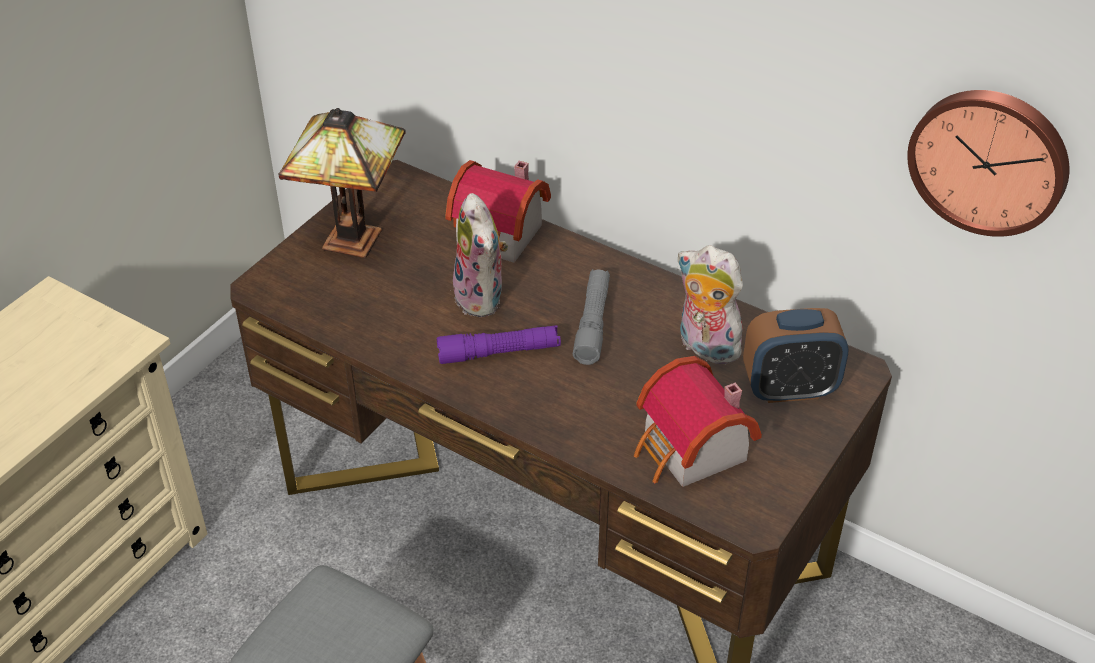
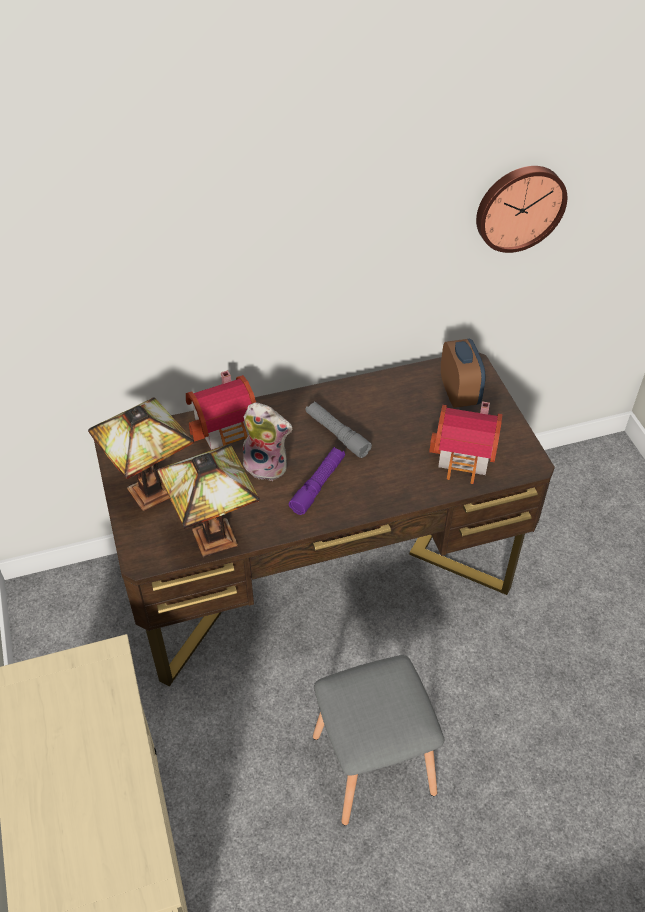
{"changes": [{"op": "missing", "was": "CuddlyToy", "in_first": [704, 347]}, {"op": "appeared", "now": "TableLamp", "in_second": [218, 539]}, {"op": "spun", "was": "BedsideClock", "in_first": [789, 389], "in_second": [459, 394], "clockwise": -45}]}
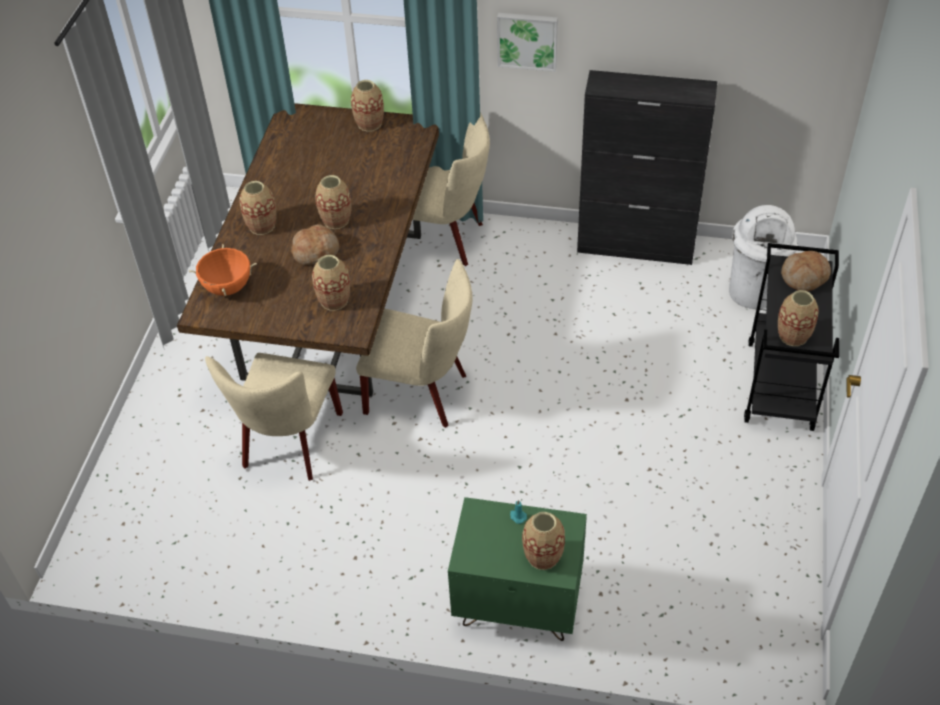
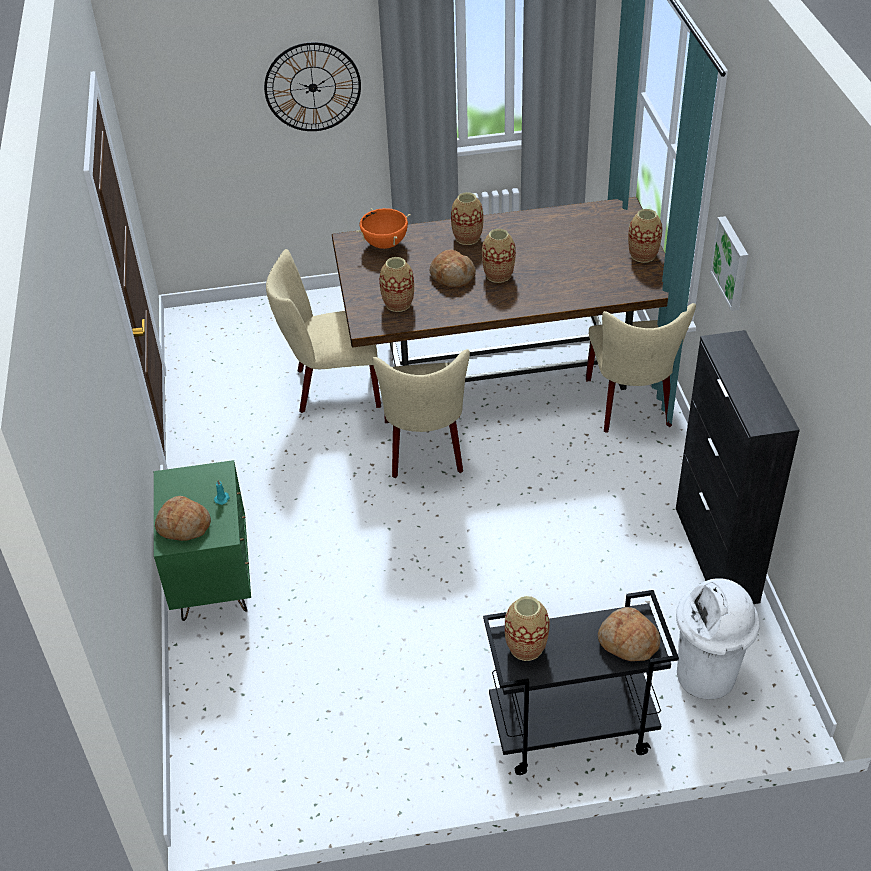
{"changes": [{"op": "appeared", "now": "ClockOnTheWall", "in_second": [312, 87]}, {"op": "exchanged", "was": "FlowerVase", "now": "Bread", "in_first": [543, 556], "in_second": [183, 526]}]}
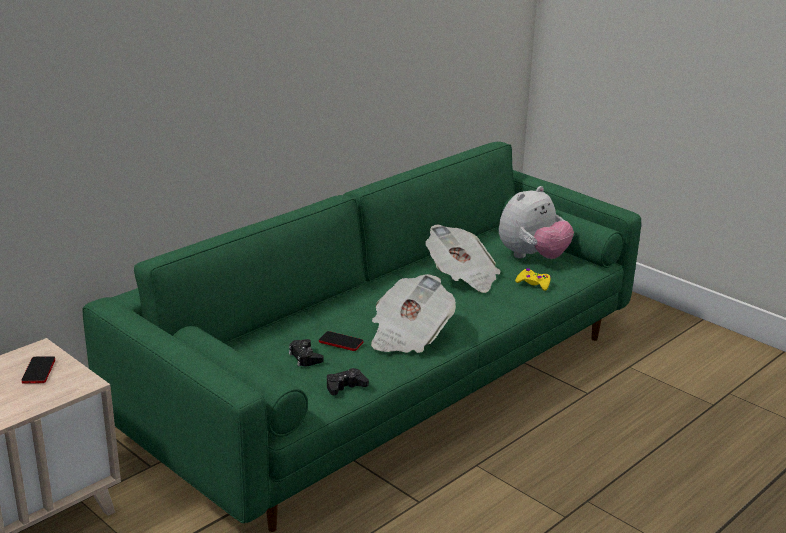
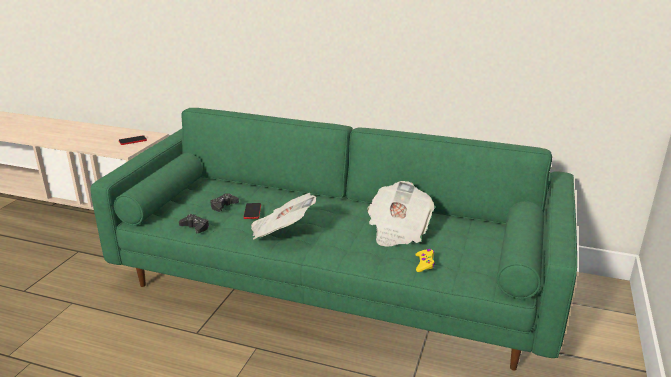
{"changes": [{"op": "missing", "was": "CuddlyToy", "in_first": [532, 257]}]}
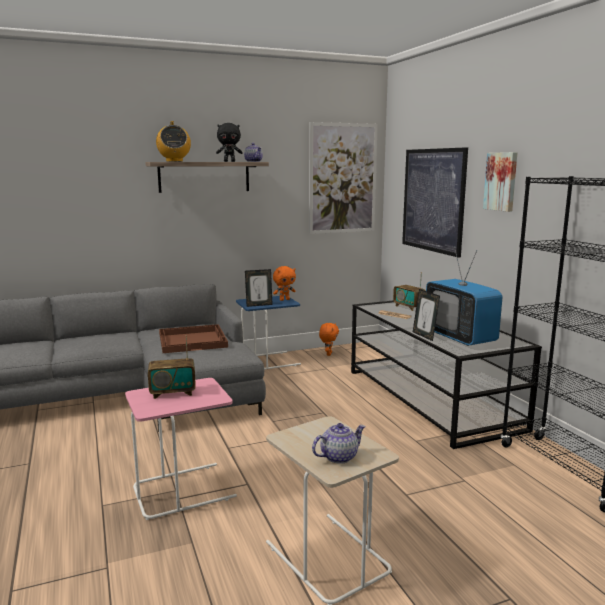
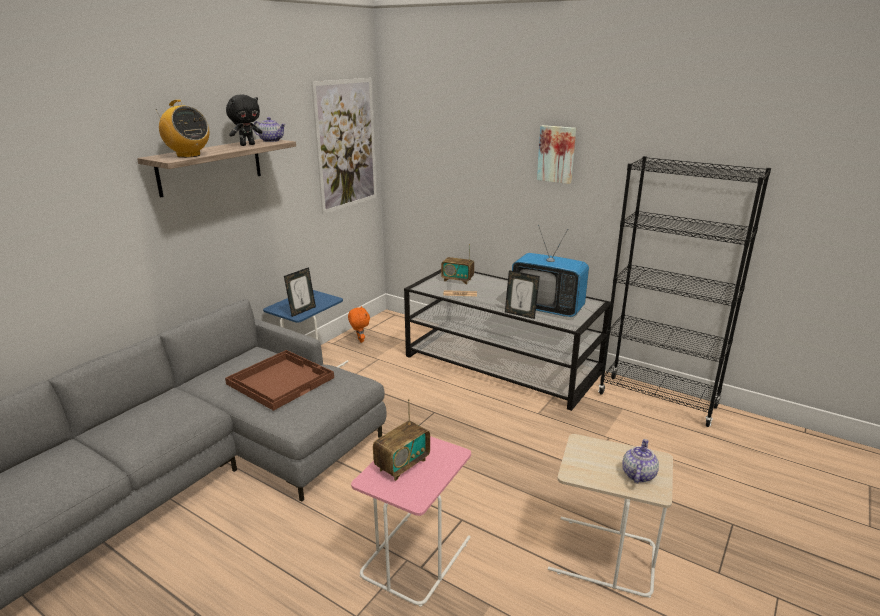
{"changes": [{"op": "missing", "was": "OrangeColouredCuddlyToy", "in_first": [284, 299]}, {"op": "missing", "was": "WallArt", "in_first": [433, 200]}]}
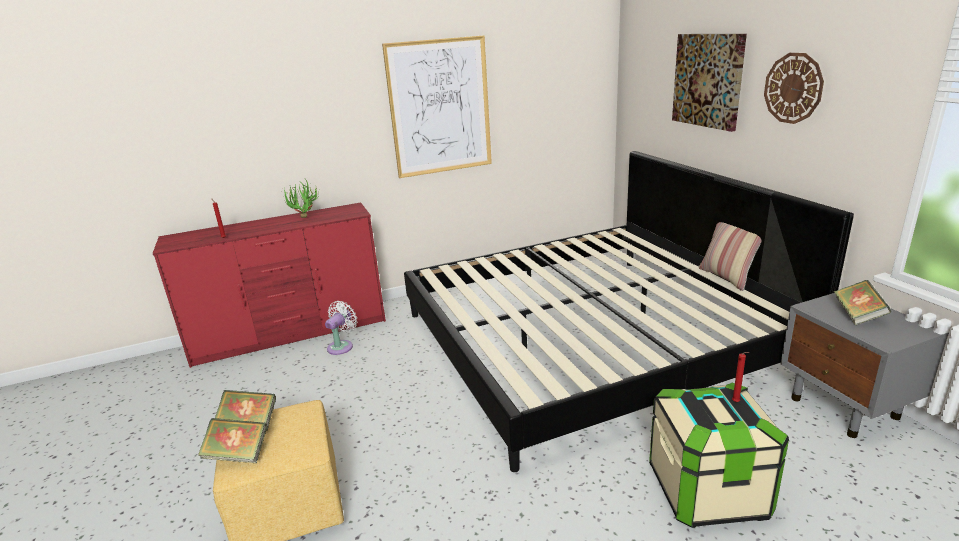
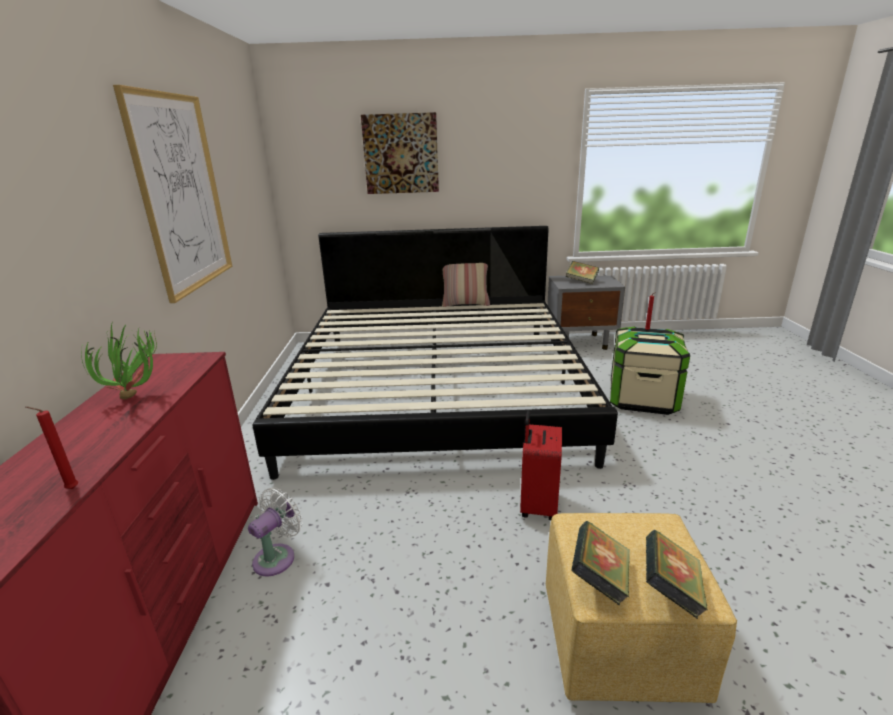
{"changes": [{"op": "missing", "was": "ClockOnTheWall", "in_first": [793, 88]}, {"op": "appeared", "now": "RedColouredPieceOfLuggage", "in_second": [537, 505]}, {"op": "spun", "was": "WhiteColouredFan", "in_first": [342, 346], "in_second": [278, 557], "clockwise": 75}]}
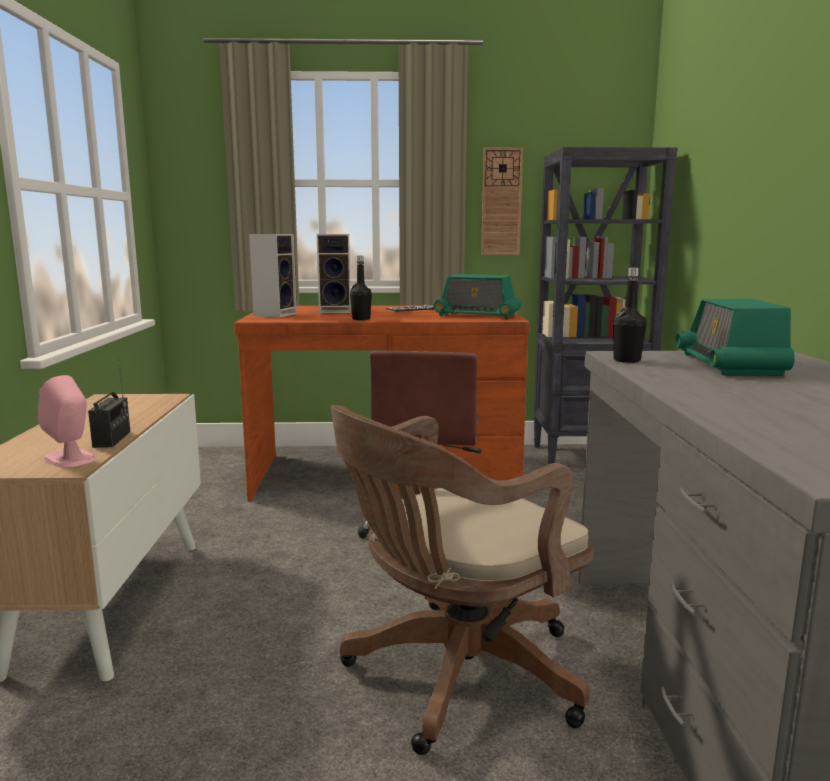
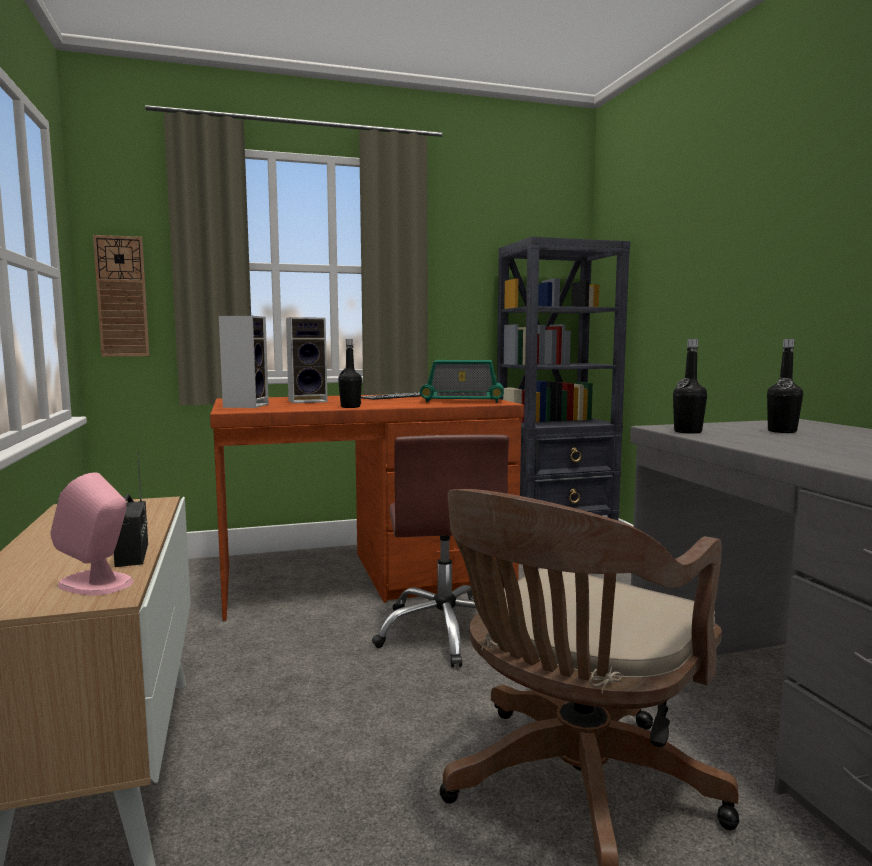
{"changes": [{"op": "relocated", "was": "ClockOnTheWall", "in_first": [501, 202], "in_second": [122, 297]}, {"op": "exchanged", "was": "RadioReceiver", "now": "BlackColouredDrinkBottle", "in_first": [729, 364], "in_second": [782, 431]}]}
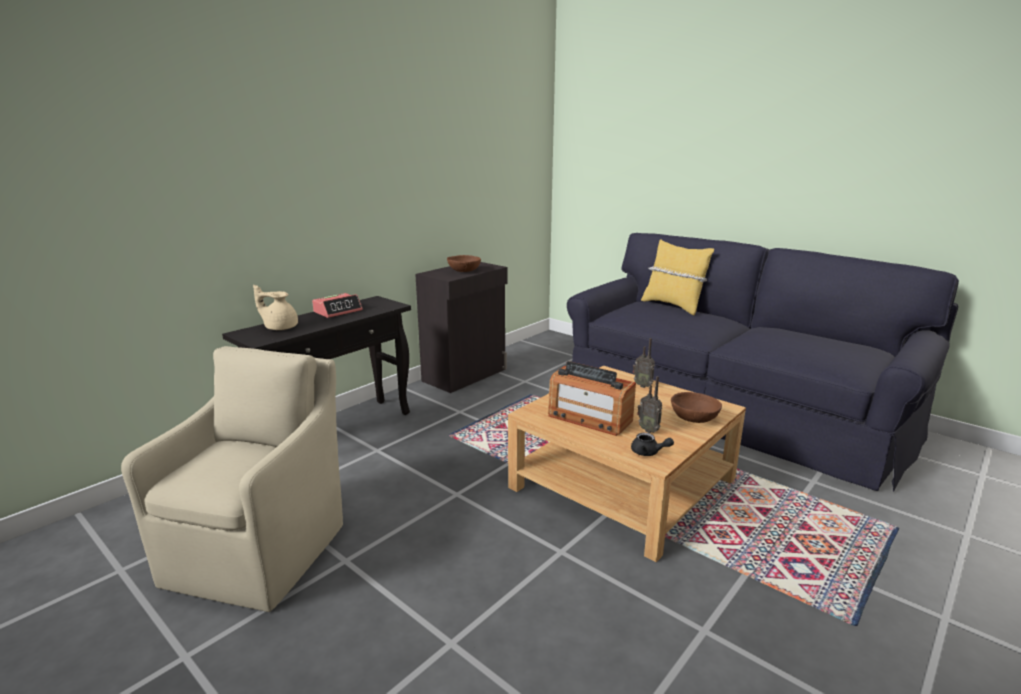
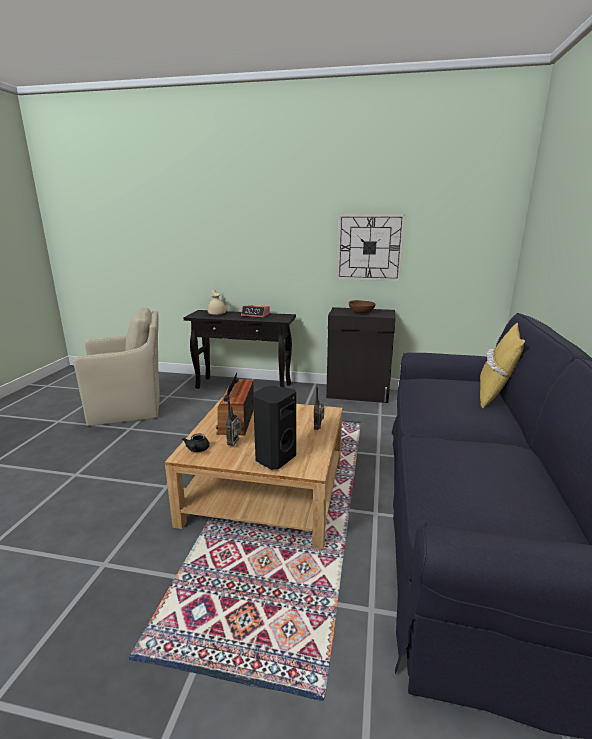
{"changes": [{"op": "appeared", "now": "ClockOnTheWall", "in_second": [369, 247]}, {"op": "exchanged", "was": "BrownServingBowl", "now": "BlackColouredLoudspeaker", "in_first": [693, 418], "in_second": [274, 458]}]}
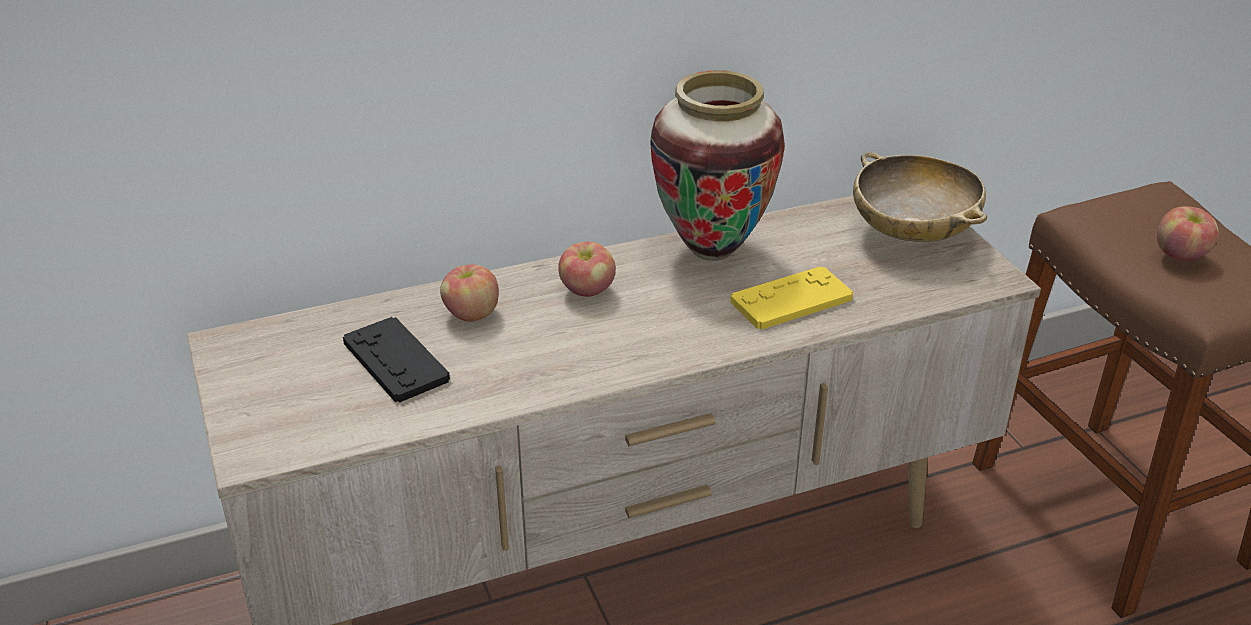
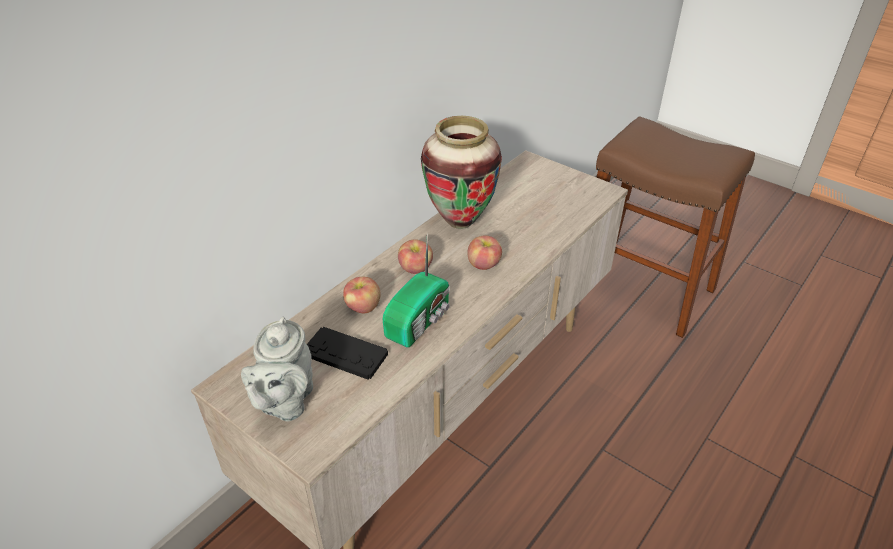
{"changes": [{"op": "missing", "was": "YellowishGamepad", "in_first": [791, 300]}, {"op": "missing", "was": "SandColouredServingBowl", "in_first": [913, 232]}, {"op": "appeared", "now": "GreyTeapot", "in_second": [285, 402]}, {"op": "appeared", "now": "RadioReceiver", "in_second": [420, 320]}, {"op": "relocated", "was": "WholeApple", "in_first": [1180, 255], "in_second": [484, 264]}]}
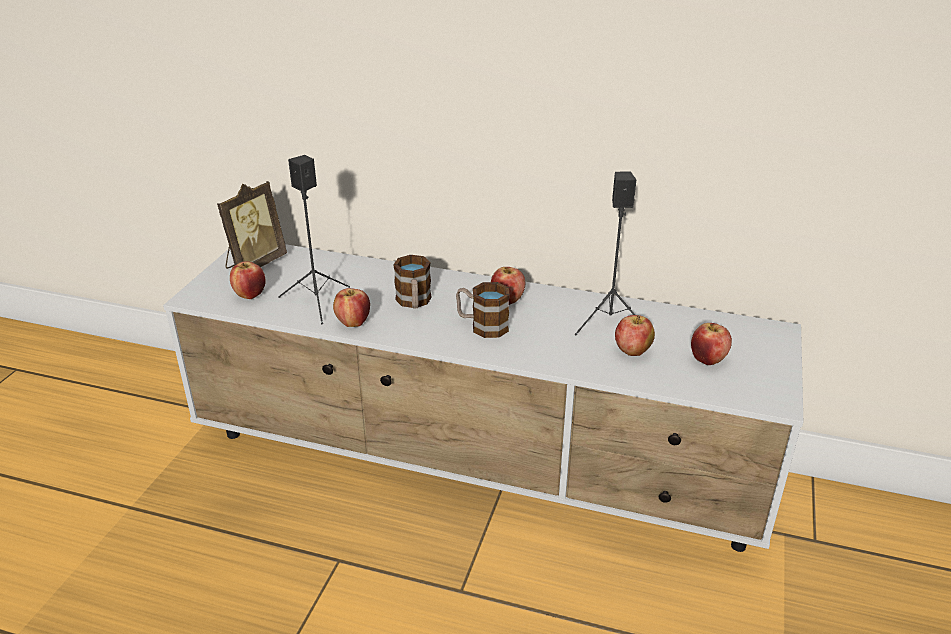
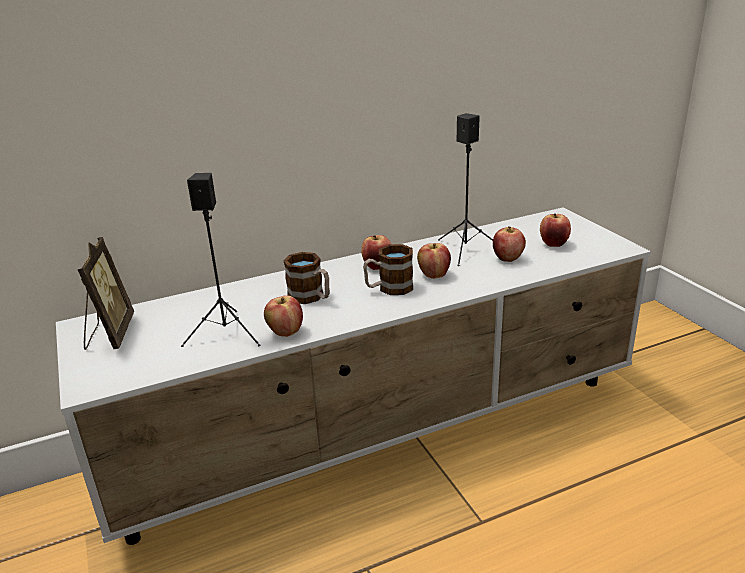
{"changes": [{"op": "relocated", "was": "WholeApple", "in_first": [250, 295], "in_second": [434, 275]}]}
